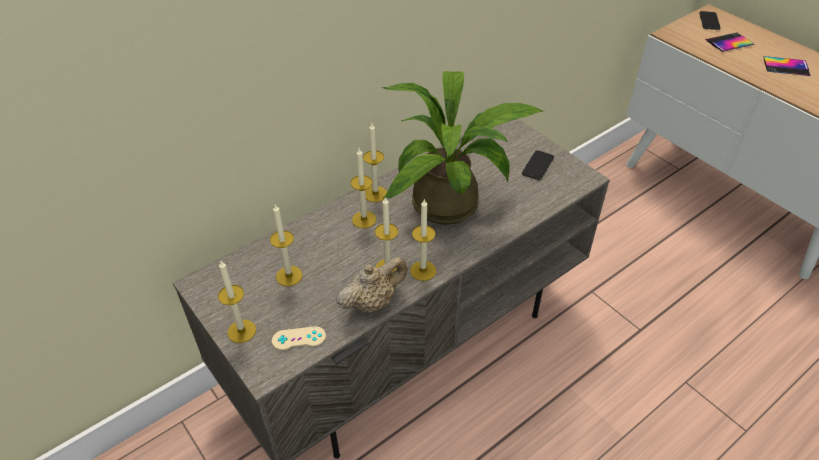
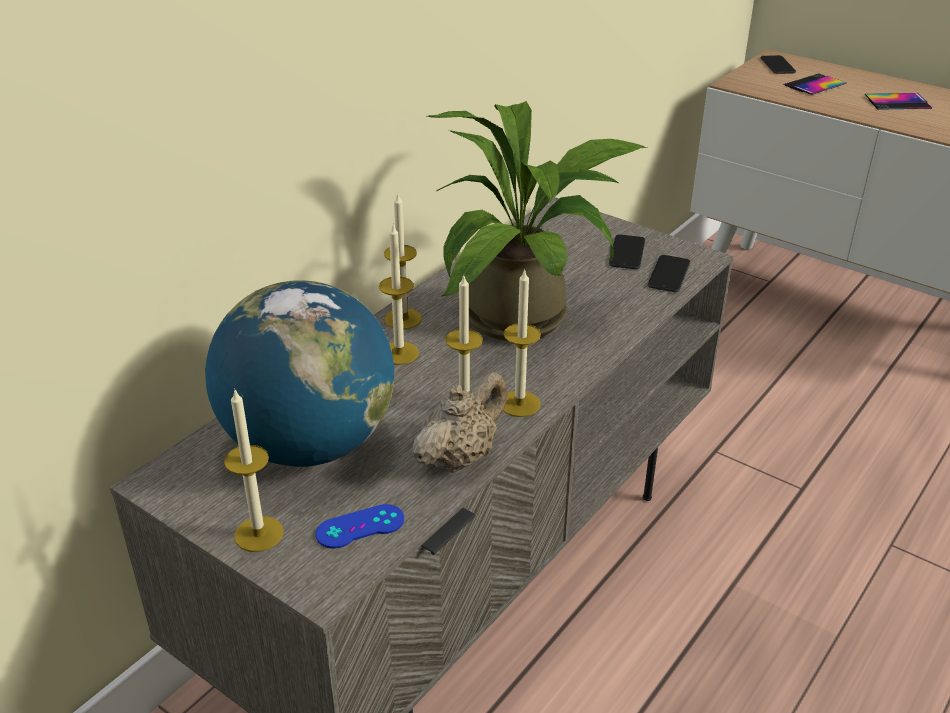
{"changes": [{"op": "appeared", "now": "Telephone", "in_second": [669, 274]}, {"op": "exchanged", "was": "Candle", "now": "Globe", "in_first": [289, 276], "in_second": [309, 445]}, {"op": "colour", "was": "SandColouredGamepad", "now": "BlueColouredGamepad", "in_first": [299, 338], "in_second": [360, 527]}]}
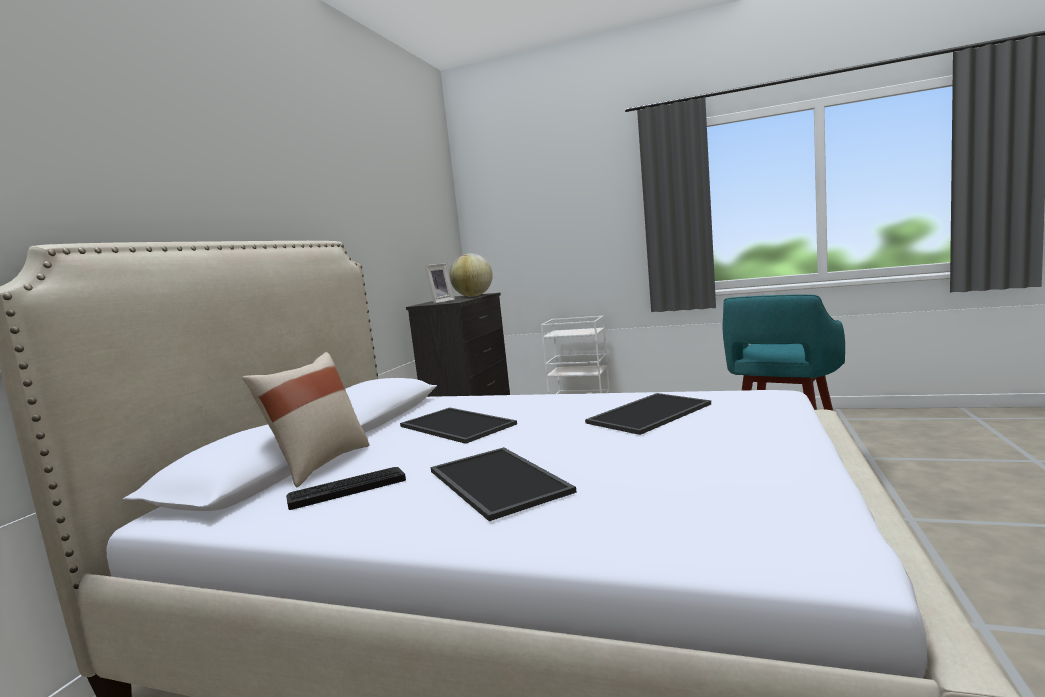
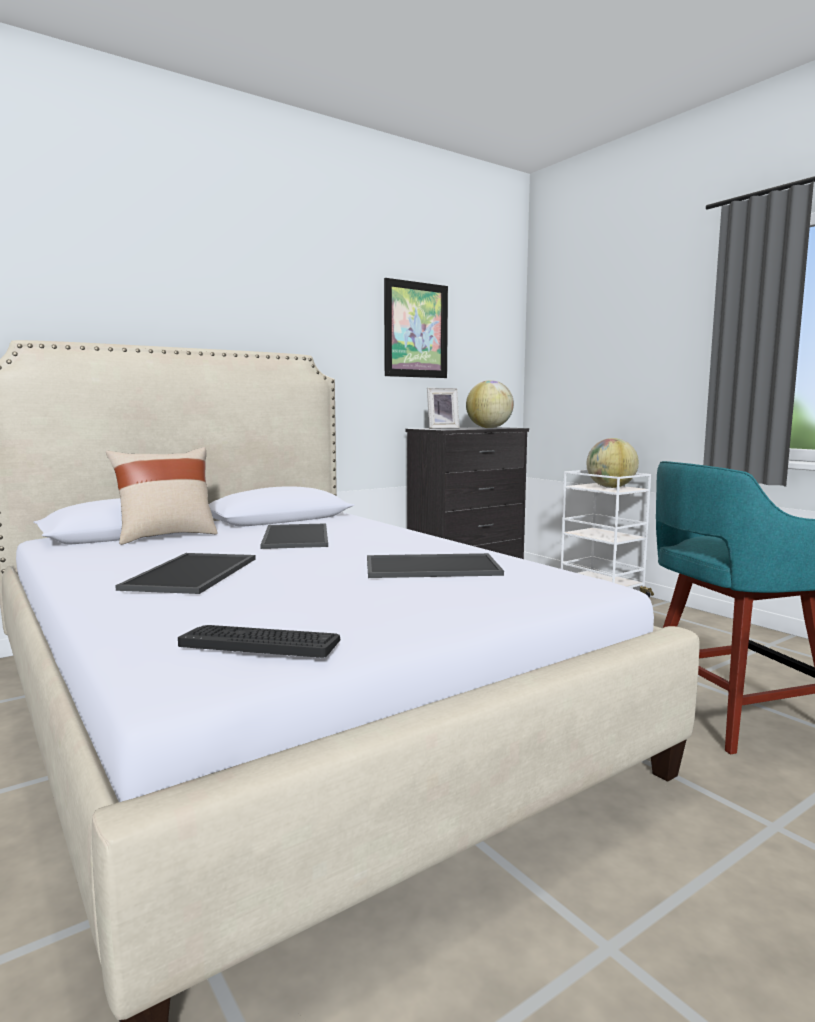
{"changes": [{"op": "appeared", "now": "WallArt", "in_second": [416, 330]}, {"op": "appeared", "now": "Globe", "in_second": [610, 487]}, {"op": "relocated", "was": "ComputerKeyboard", "in_first": [346, 488], "in_second": [261, 642]}]}
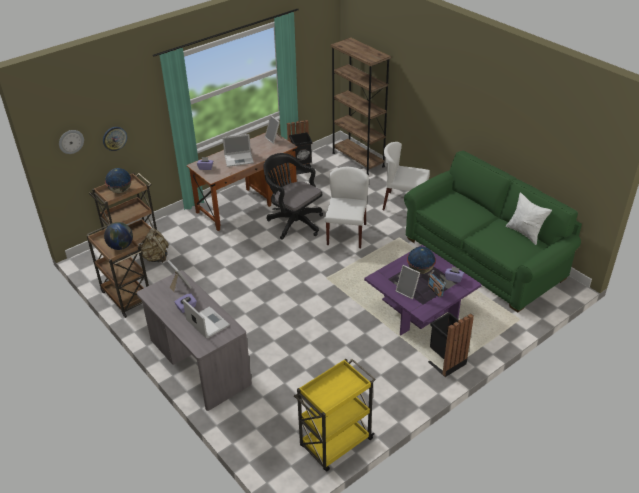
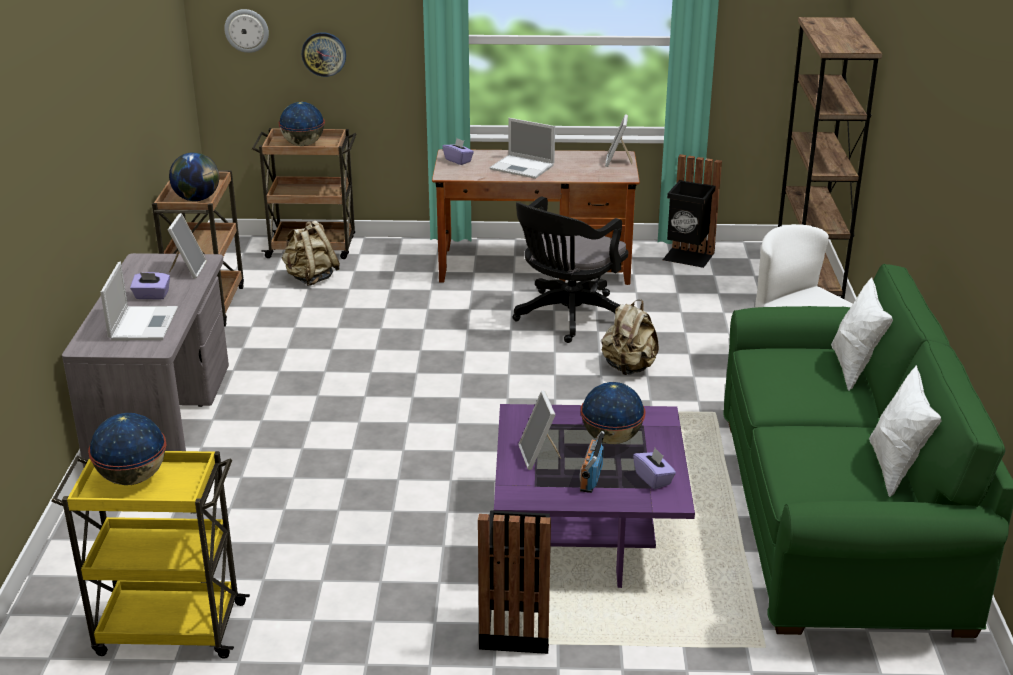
{"changes": [{"op": "appeared", "now": "Globe", "in_second": [133, 478]}, {"op": "appeared", "now": "WhiteColouredThrowPillow", "in_second": [854, 369]}, {"op": "exchanged", "was": "WhiteColouredChair", "now": "SandColouredKnapsack", "in_first": [346, 234], "in_second": [629, 368]}, {"op": "spun", "was": "BlackColouredDeskChair", "in_first": [293, 222], "in_second": [567, 317], "clockwise": -135}]}
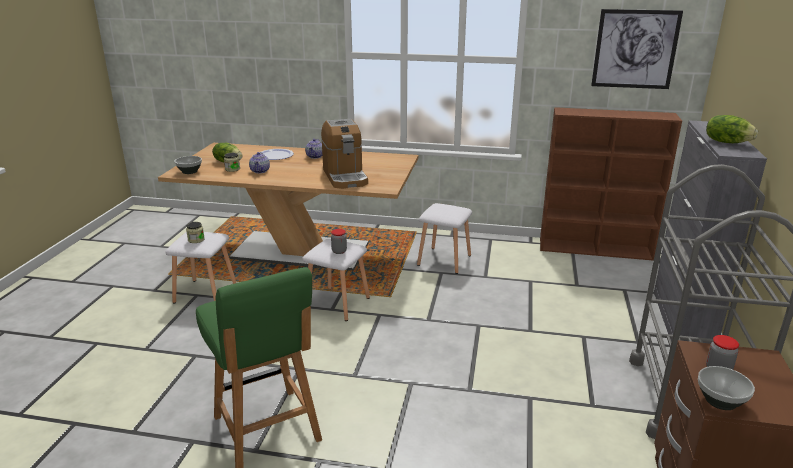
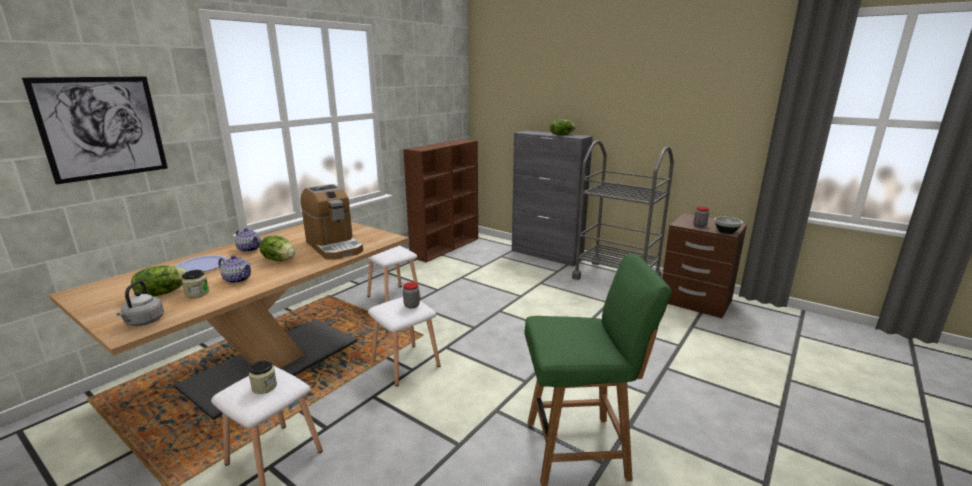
{"changes": [{"op": "appeared", "now": "Lettuce", "in_second": [279, 259]}, {"op": "relocated", "was": "WallArt", "in_first": [635, 49], "in_second": [102, 128]}, {"op": "exchanged", "was": "ServingBowl", "now": "GreyTeaKettle", "in_first": [189, 172], "in_second": [144, 322]}, {"op": "spun", "was": "CoffeeMaker", "in_first": [345, 177], "in_second": [334, 246], "clockwise": 45}]}
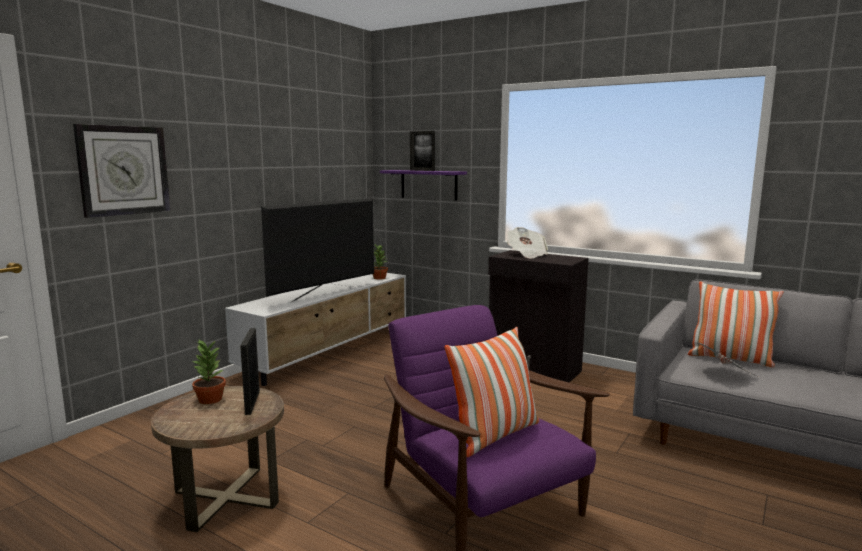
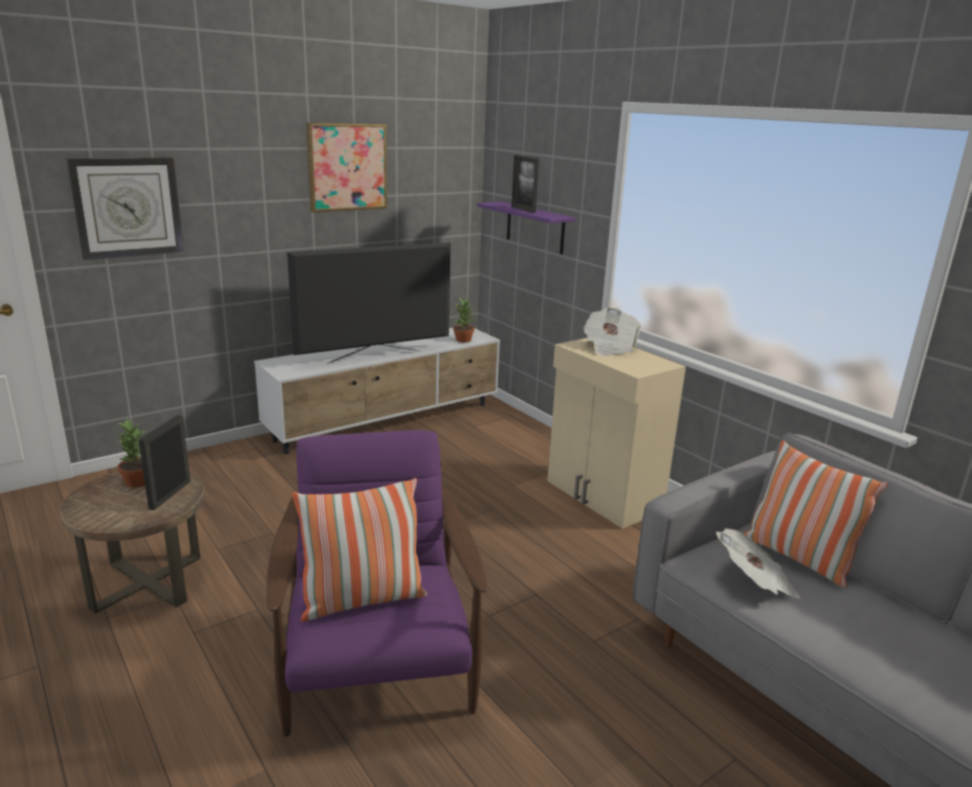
{"changes": [{"op": "appeared", "now": "WallArt", "in_second": [347, 167]}, {"op": "colour", "was": "BlackColouredStorageCabinet", "now": "SandColouredStorageCabinet", "in_first": [534, 370], "in_second": [603, 496]}]}
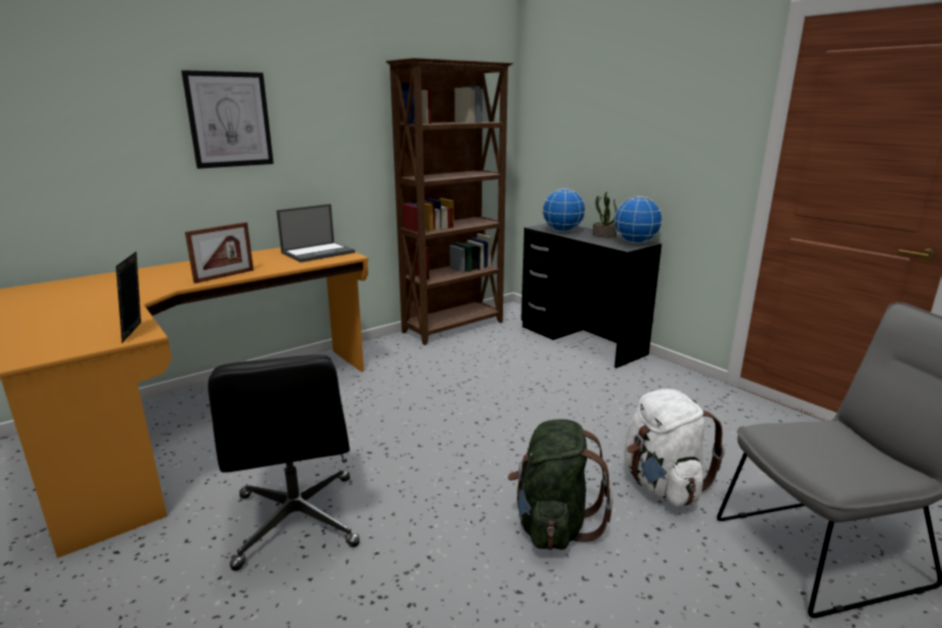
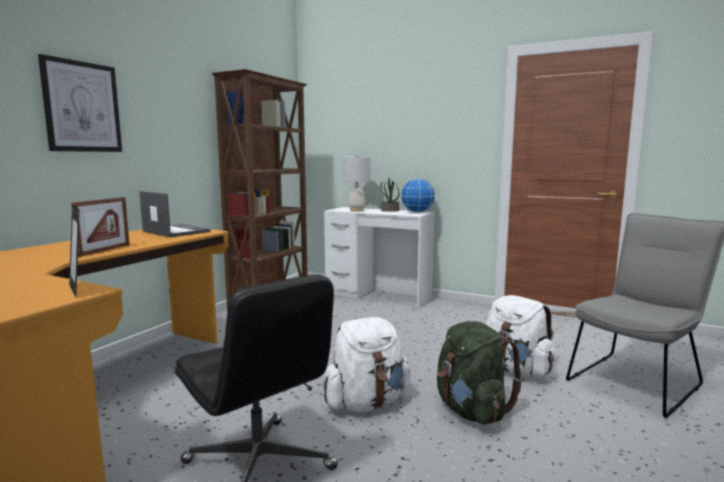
{"changes": [{"op": "appeared", "now": "WhiteColouredKnapsack", "in_second": [366, 402]}, {"op": "exchanged", "was": "Globe", "now": "WhiteColouredTableLamp", "in_first": [562, 231], "in_second": [357, 210]}, {"op": "colour", "was": "BlackColouredDeskUnit", "now": "WhiteColouredDeskUnit", "in_first": [581, 340], "in_second": [378, 295]}, {"op": "spun", "was": "PortableComputer", "in_first": [318, 252], "in_second": [175, 231], "clockwise": -75}]}
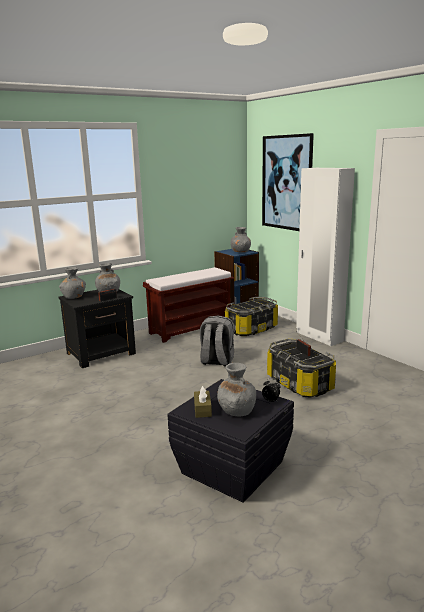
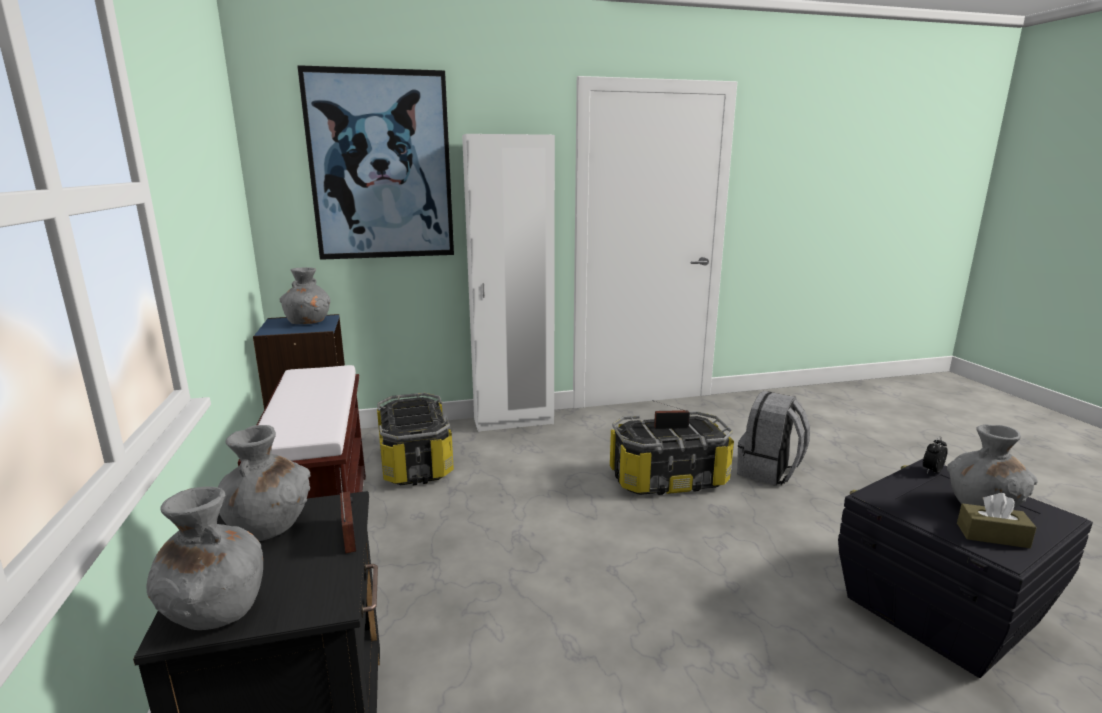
{"changes": [{"op": "relocated", "was": "GreyKnapsack", "in_first": [216, 361], "in_second": [768, 472]}]}
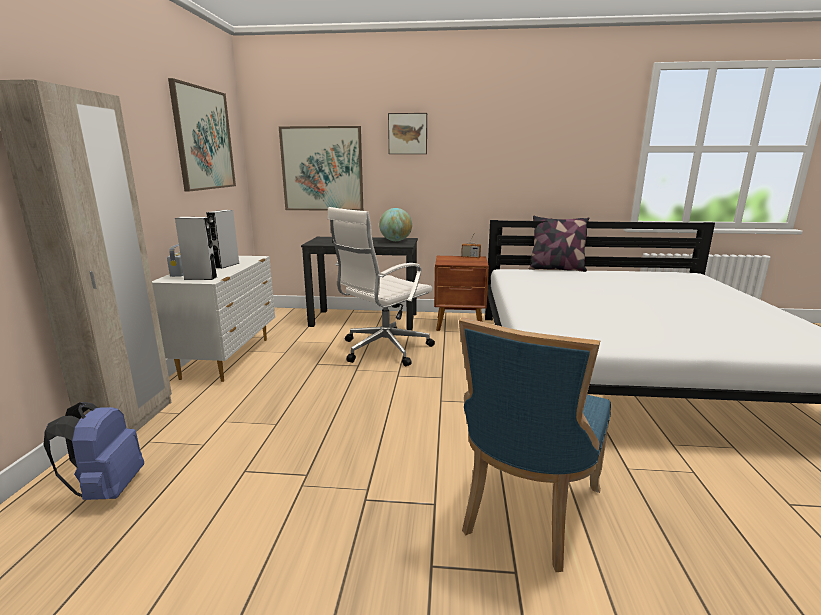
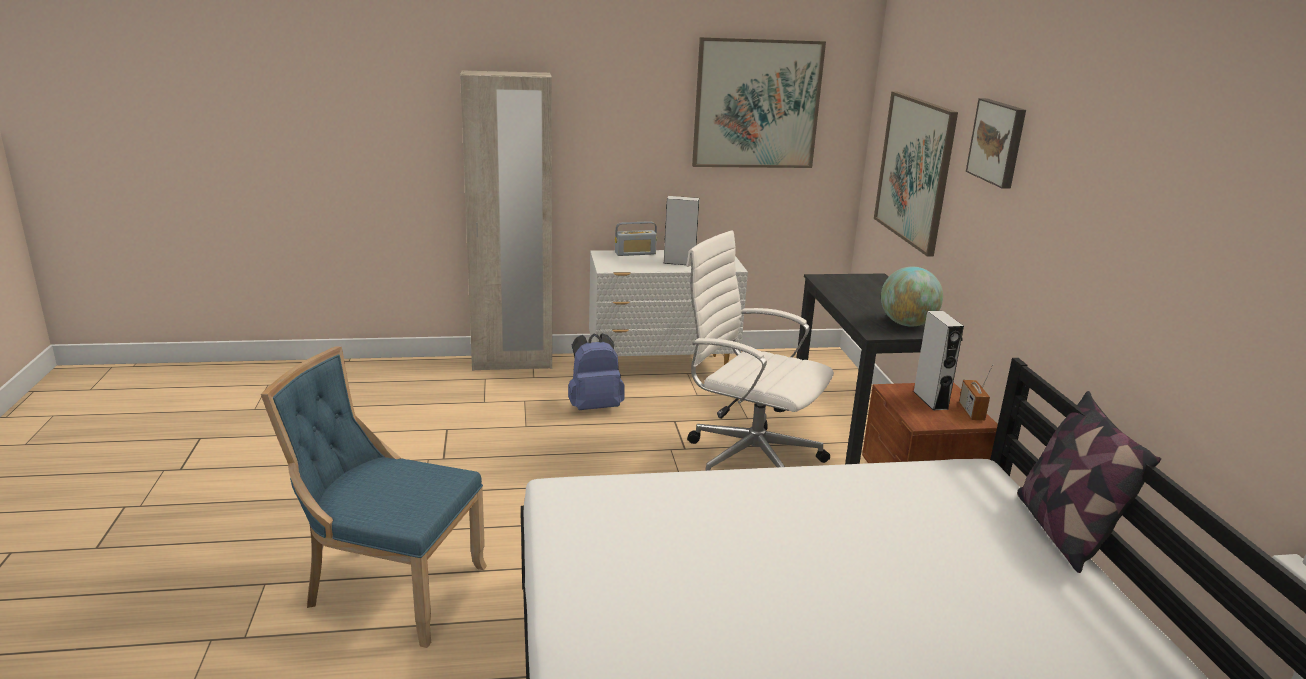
{"changes": [{"op": "relocated", "was": "BlueColouredKnapsack", "in_first": [107, 489], "in_second": [594, 406]}, {"op": "relocated", "was": "GreyLoudspeaker", "in_first": [200, 278], "in_second": [930, 400]}]}
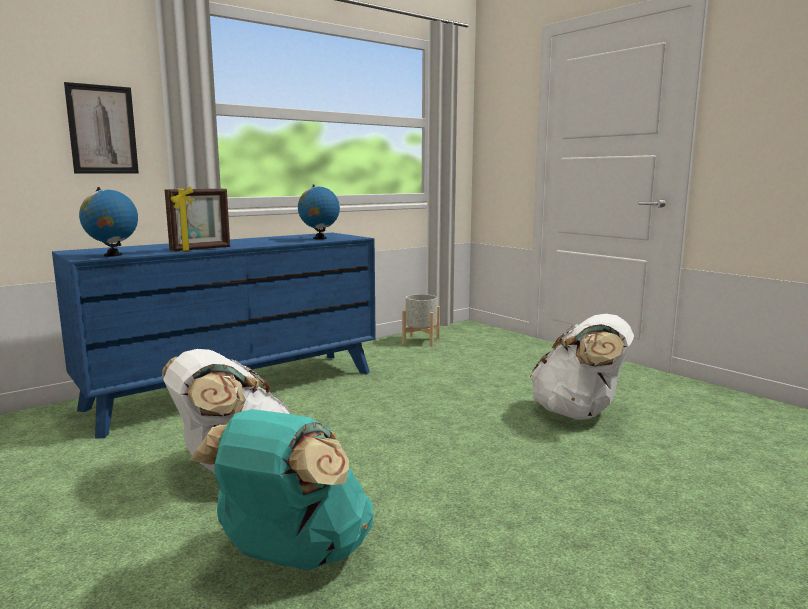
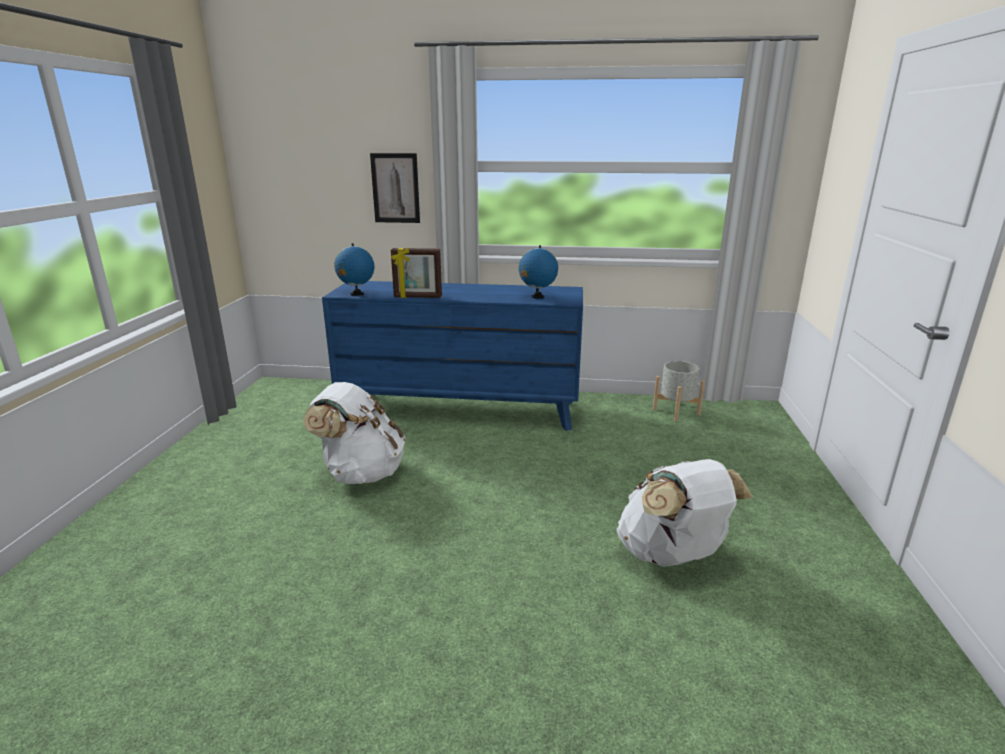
{"changes": [{"op": "missing", "was": "TurquoiseKnapsack", "in_first": [291, 556]}]}
